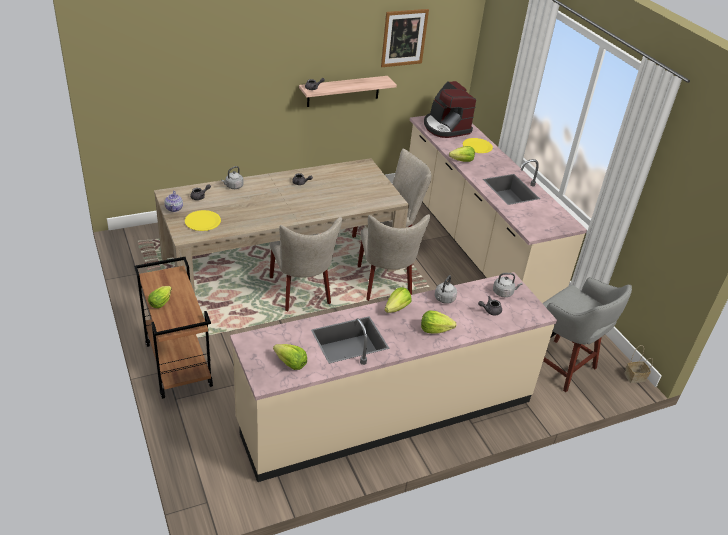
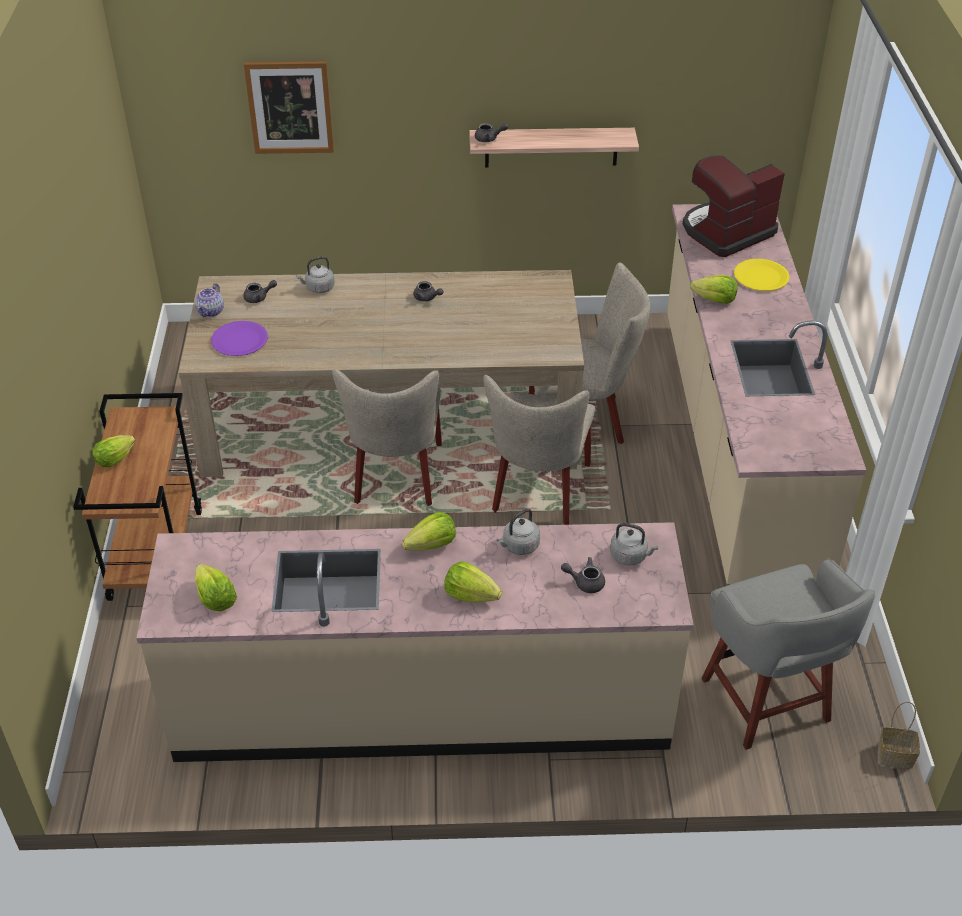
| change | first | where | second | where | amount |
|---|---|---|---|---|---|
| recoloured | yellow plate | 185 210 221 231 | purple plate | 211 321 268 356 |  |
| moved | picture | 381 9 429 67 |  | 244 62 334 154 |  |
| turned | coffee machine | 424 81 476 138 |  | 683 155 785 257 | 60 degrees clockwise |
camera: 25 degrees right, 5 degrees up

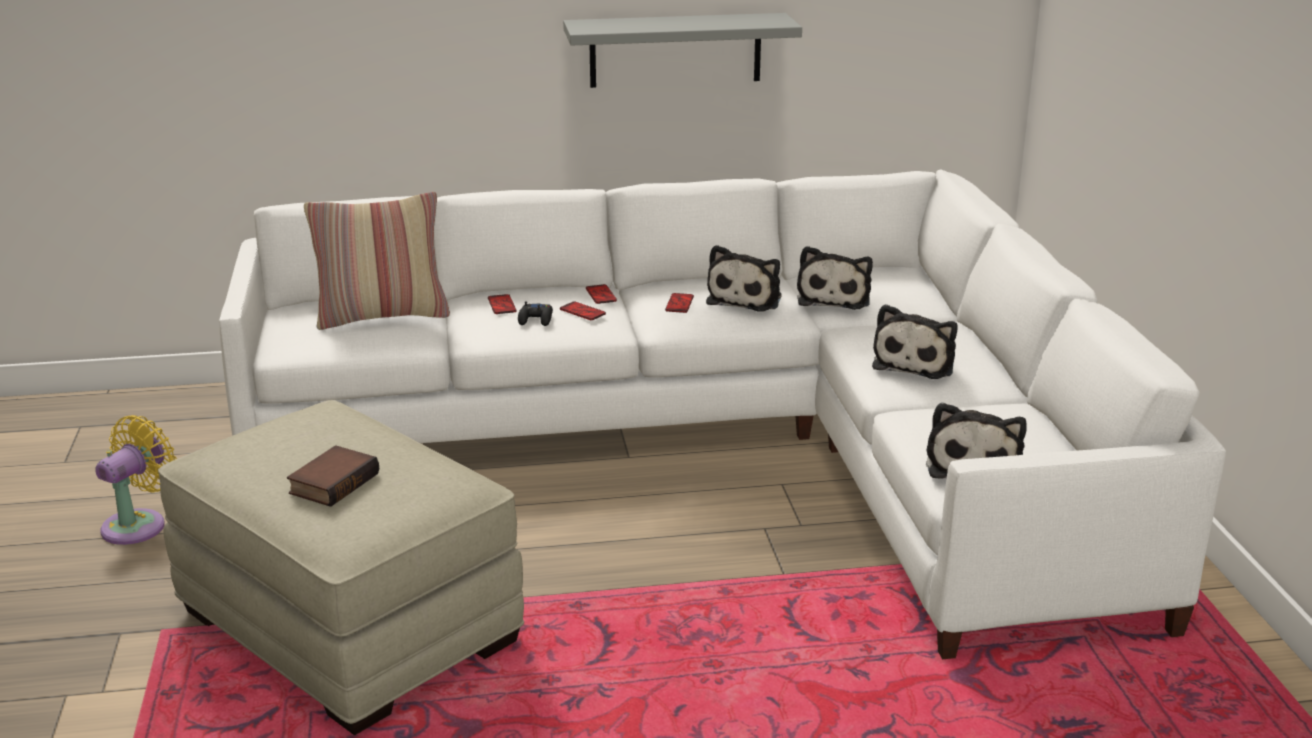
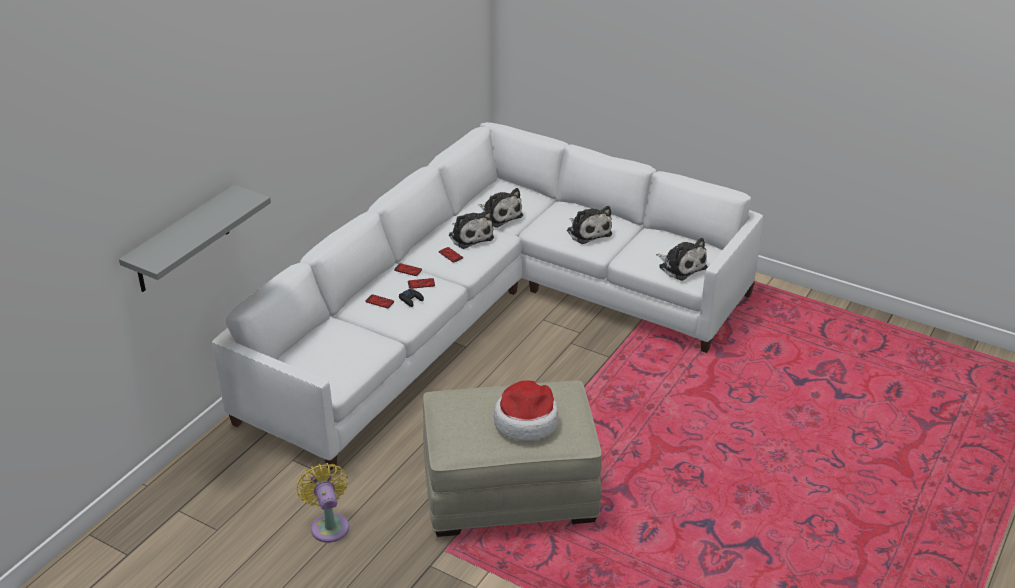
| change | first | where | second | where | amount |
|---|---|---|---|---|---|
| moved | grey shelf | 563 13 802 88 |  | 119 185 271 292 |  |
| replaced | book | 287 445 379 507 | hat | 494 381 558 441 |  |
| removed | pillow | 304 192 450 330 |  |  |  |
camera: 50 degrees left, 10 degrees up

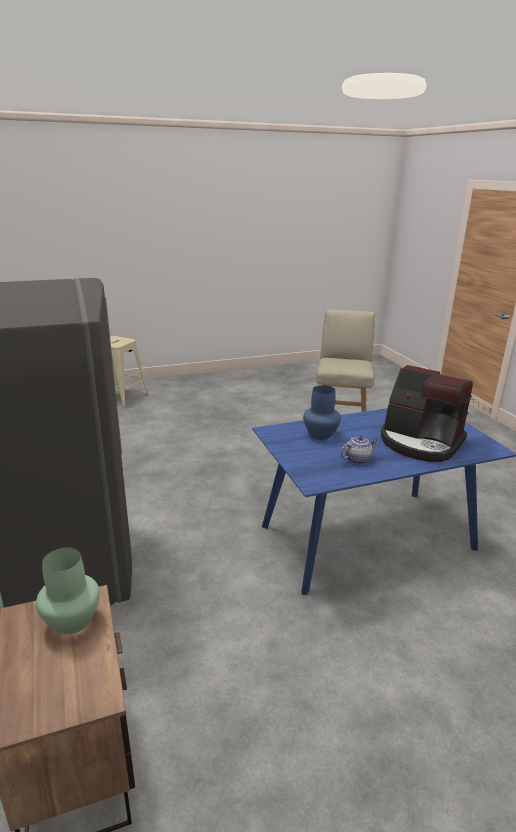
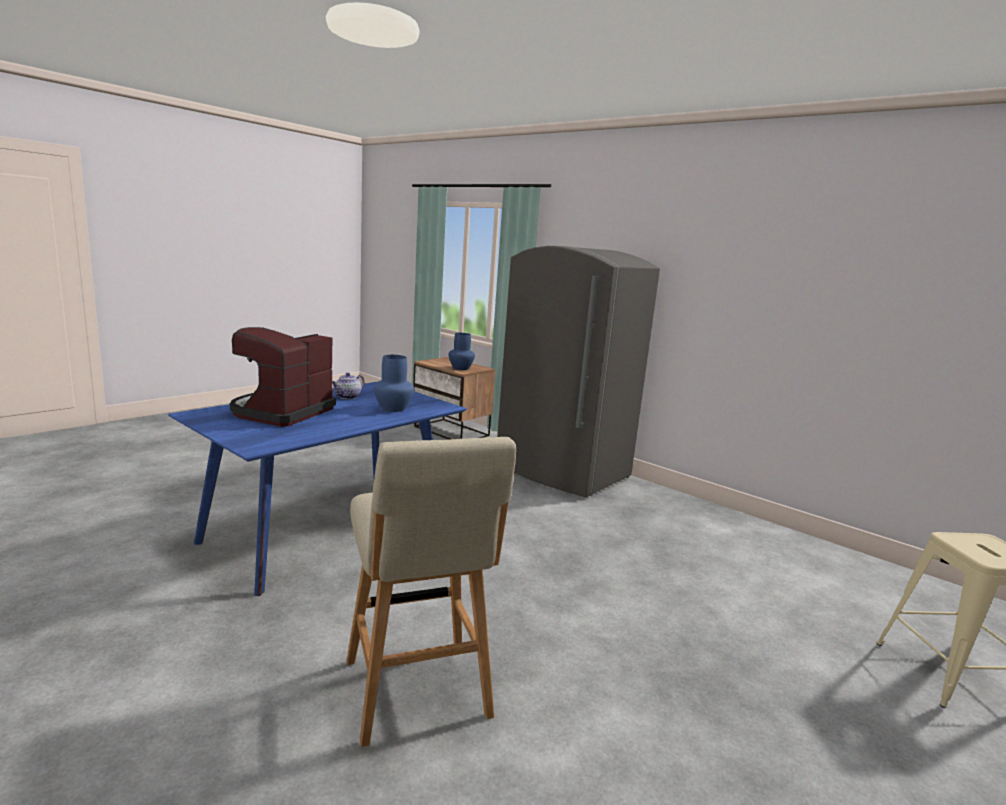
| change | first | where | second | where | amount |
|---|---|---|---|---|---|
| turned | coffee machine | 381 365 473 462 |  | 230 327 336 427 | 75 degrees counterclockwise |
| recoloured | green vase | 36 547 100 635 | blue vase | 448 333 475 370 |  |
camera: 150 degrees right, 10 degrees down

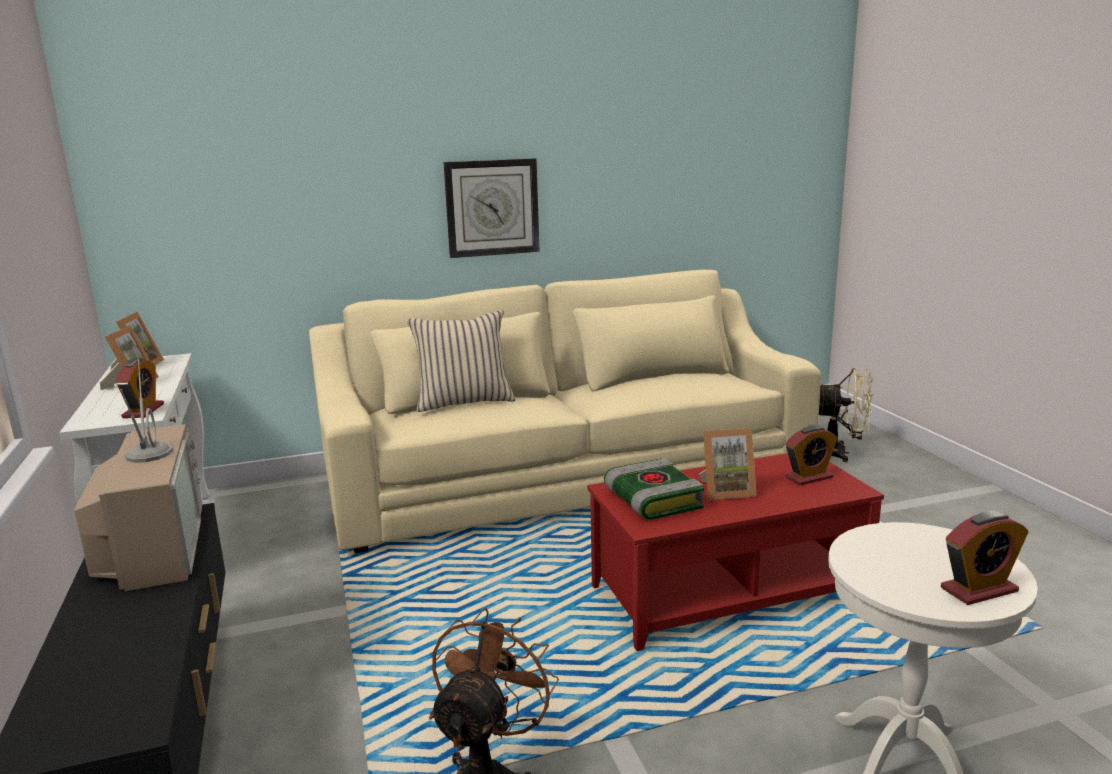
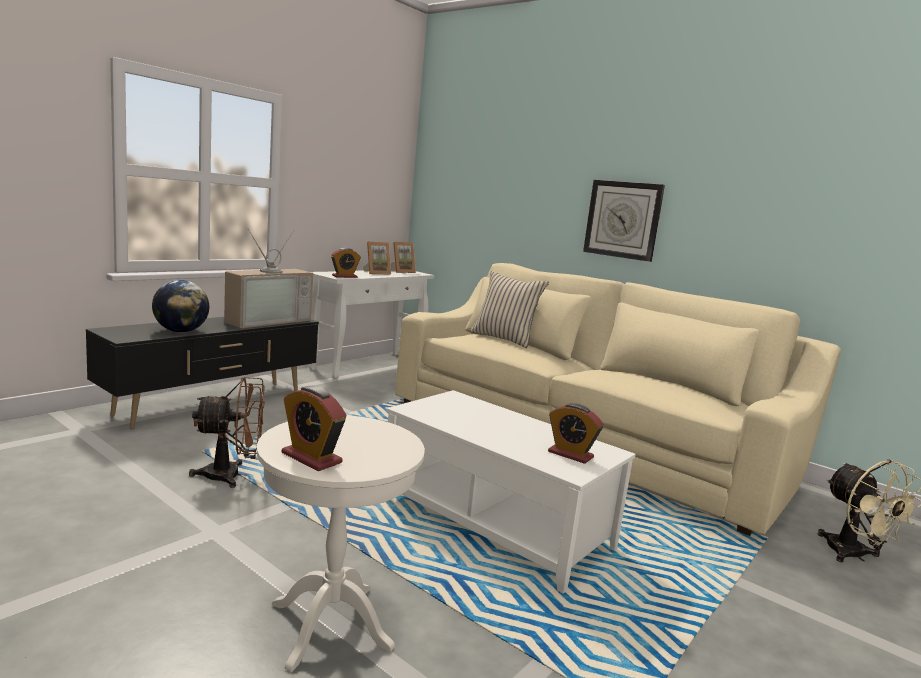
| change | first | where | second | where | amount |
|---|---|---|---|---|---|
| added |  |  | globe | 152 280 209 332 |  |
| recoloured | red coffee table | 587 453 884 651 | white coffee table | 387 390 636 594 |  |
| removed | book | 604 458 704 520 |  |  |  |
| removed | picture frame | 699 428 757 500 |  |  |  |
camera: 55 degrees right, 5 degrees down

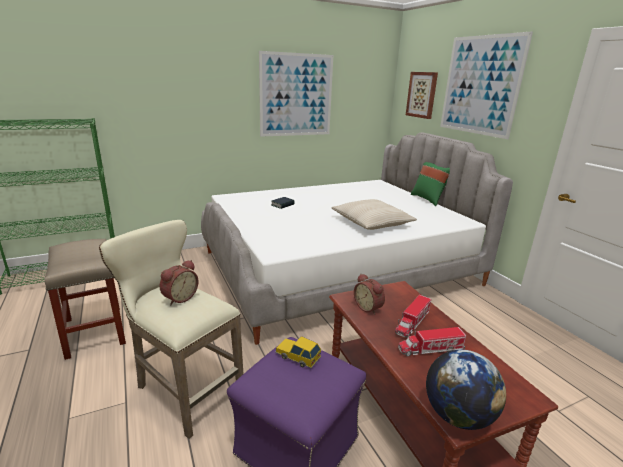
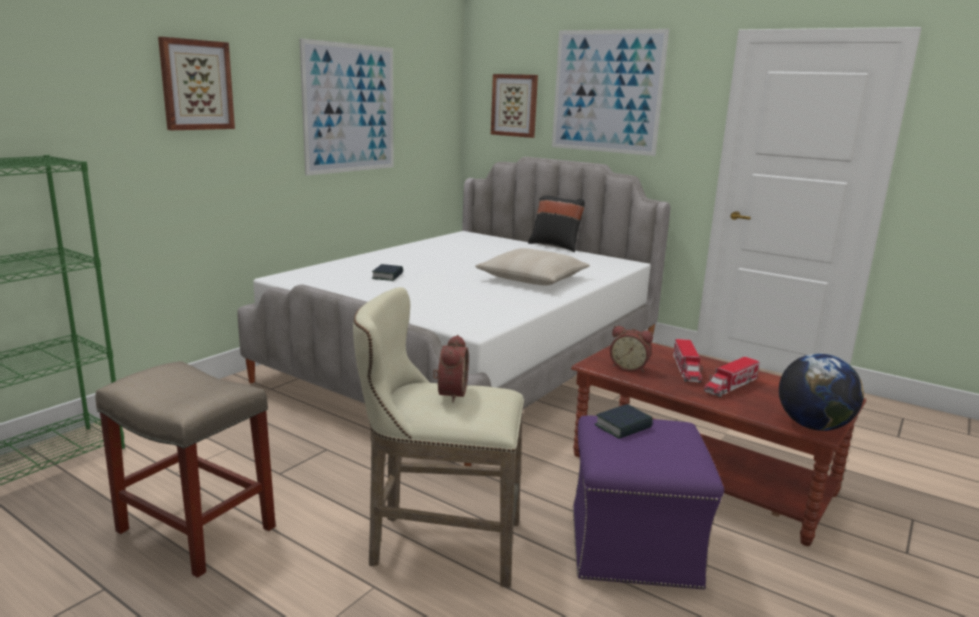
| change | first | where | second | where | amount |
|---|---|---|---|---|---|
| added |  |  | picture | 158 37 235 130 |  |
| recoloured | green pillow | 411 162 450 206 | black pillow | 528 196 585 252 |  |
| replaced | toy car | 275 336 321 368 | book | 594 404 653 439 |  |
camera: 30 degrees left, 5 degrees down

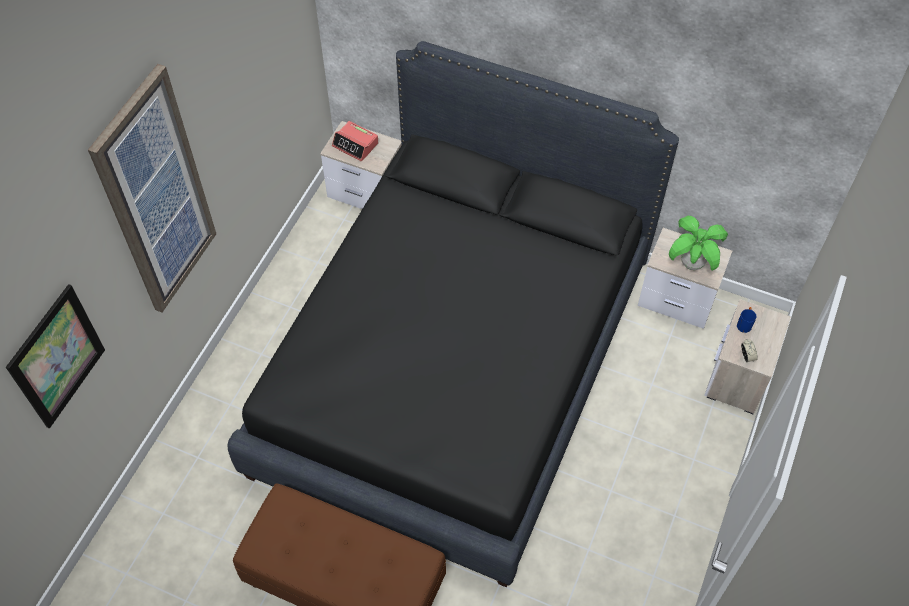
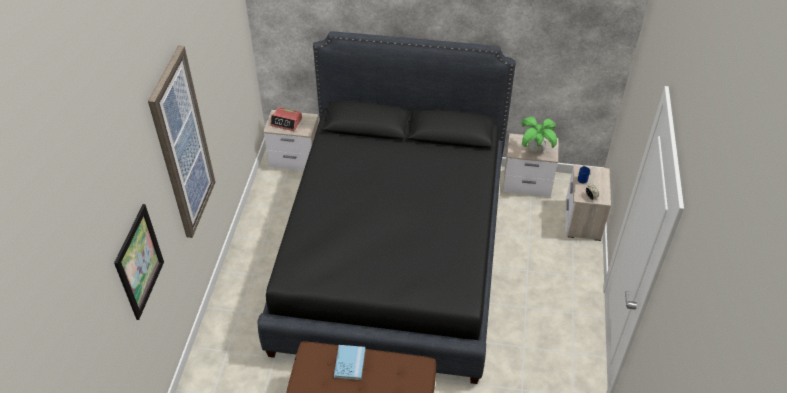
| change | first | where | second | where | amount |
|---|---|---|---|---|---|
| added |  |  | blue book | 334 345 365 380 |  |
camera: 15 degrees left, 10 degrees down

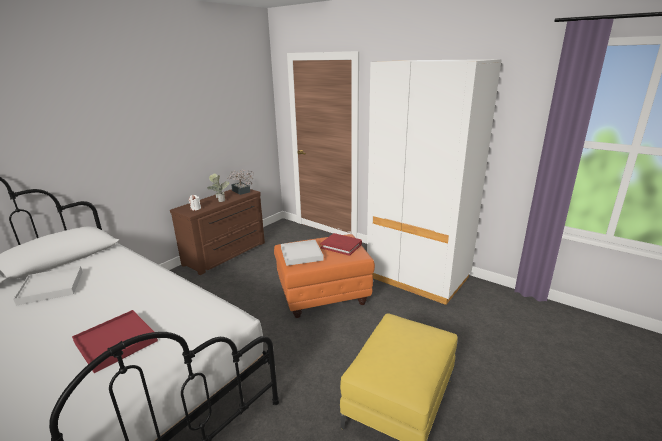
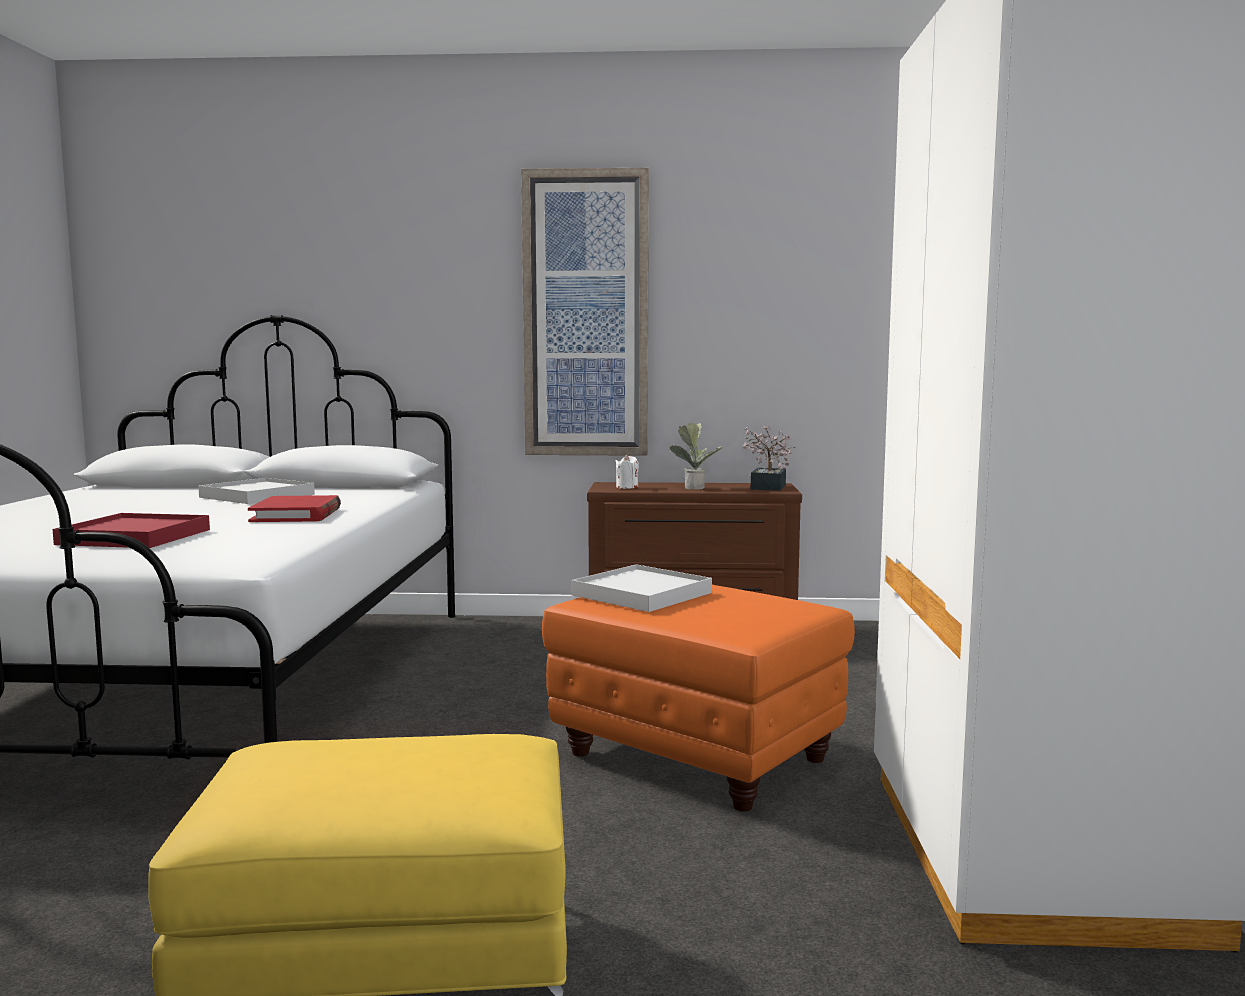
| change | first | where | second | where | amount |
|---|---|---|---|---|---|
| moved | red book | 320 233 362 256 |  | 248 495 341 522 |  |
| added |  |  | picture | 521 168 649 456 |  |
camera: 55 degrees right, 15 degrees down

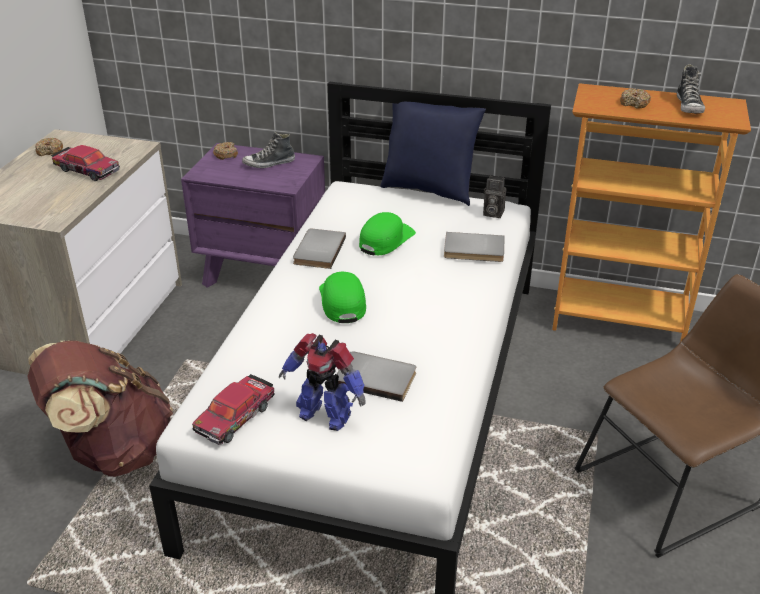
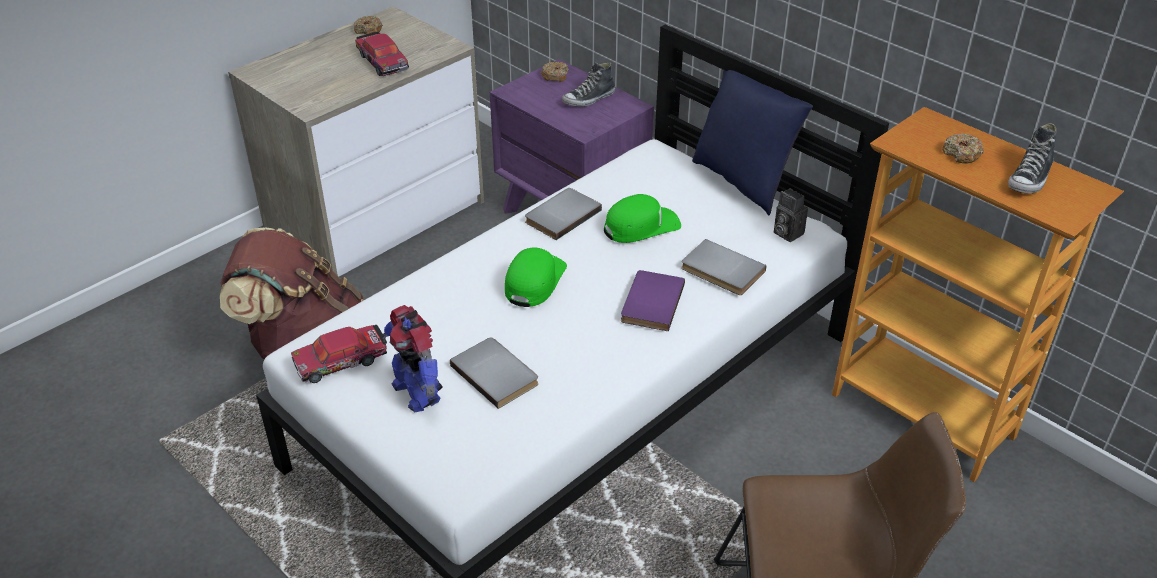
| change | first | where | second | where | amount |
|---|---|---|---|---|---|
| turned | shoe | 242 131 295 168 |  | 562 62 615 107 | 45 degrees counterclockwise |
| added |  |  | purple book | 621 270 685 331 |  |
camera: 30 degrees right, 5 degrees up

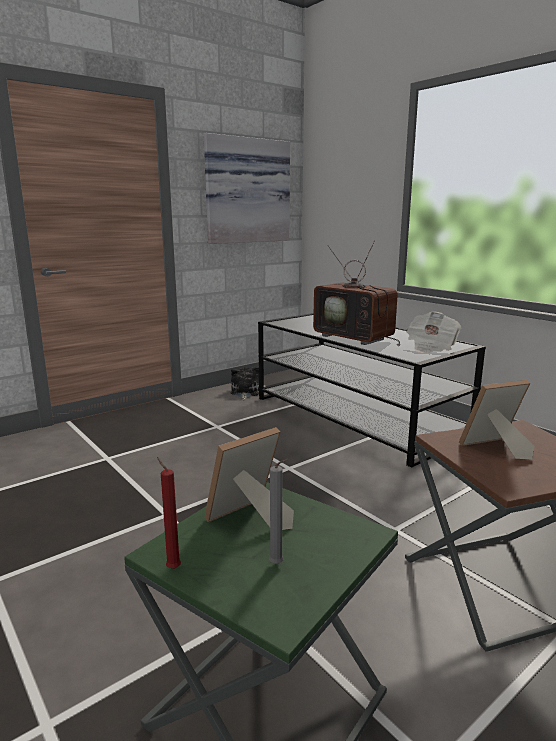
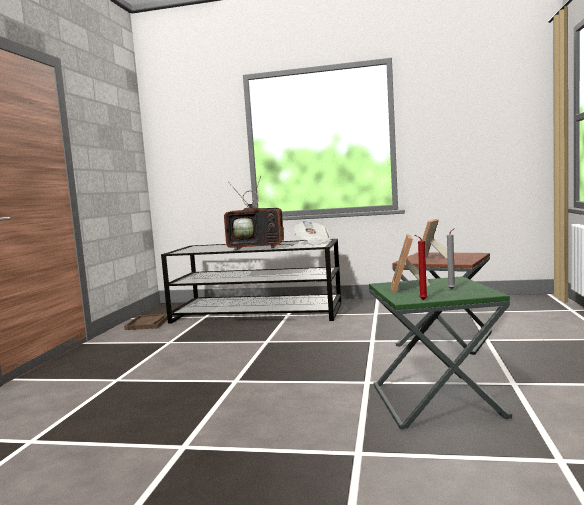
| change | first | where | second | where | amount |
|---|---|---|---|---|---|
| replaced | plush toy | 231 367 259 400 | brown tray | 124 314 168 330 |  |
| removed | picture | 204 133 290 244 |  |  |  |
camera: 40 degrees left, 10 degrees down

